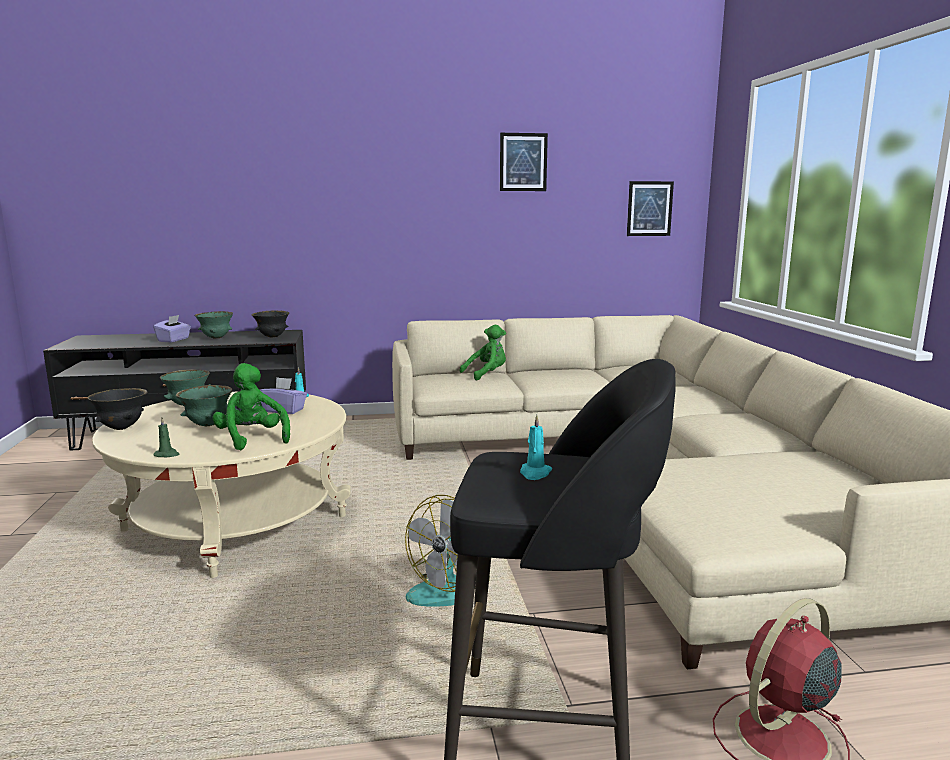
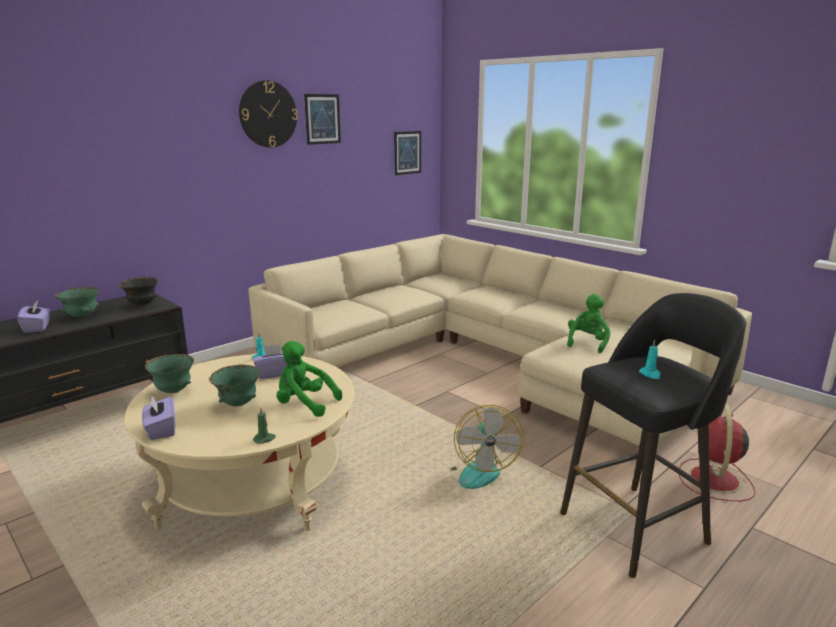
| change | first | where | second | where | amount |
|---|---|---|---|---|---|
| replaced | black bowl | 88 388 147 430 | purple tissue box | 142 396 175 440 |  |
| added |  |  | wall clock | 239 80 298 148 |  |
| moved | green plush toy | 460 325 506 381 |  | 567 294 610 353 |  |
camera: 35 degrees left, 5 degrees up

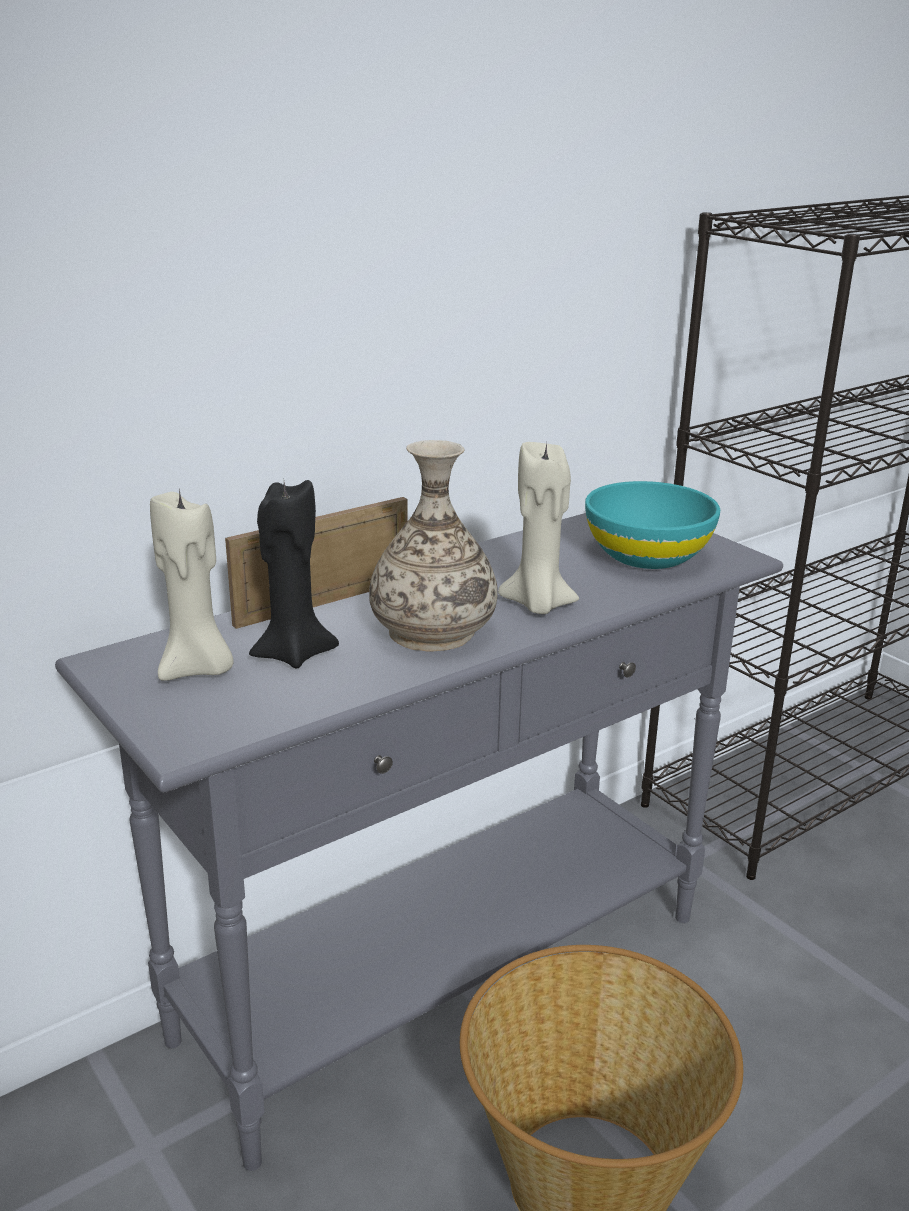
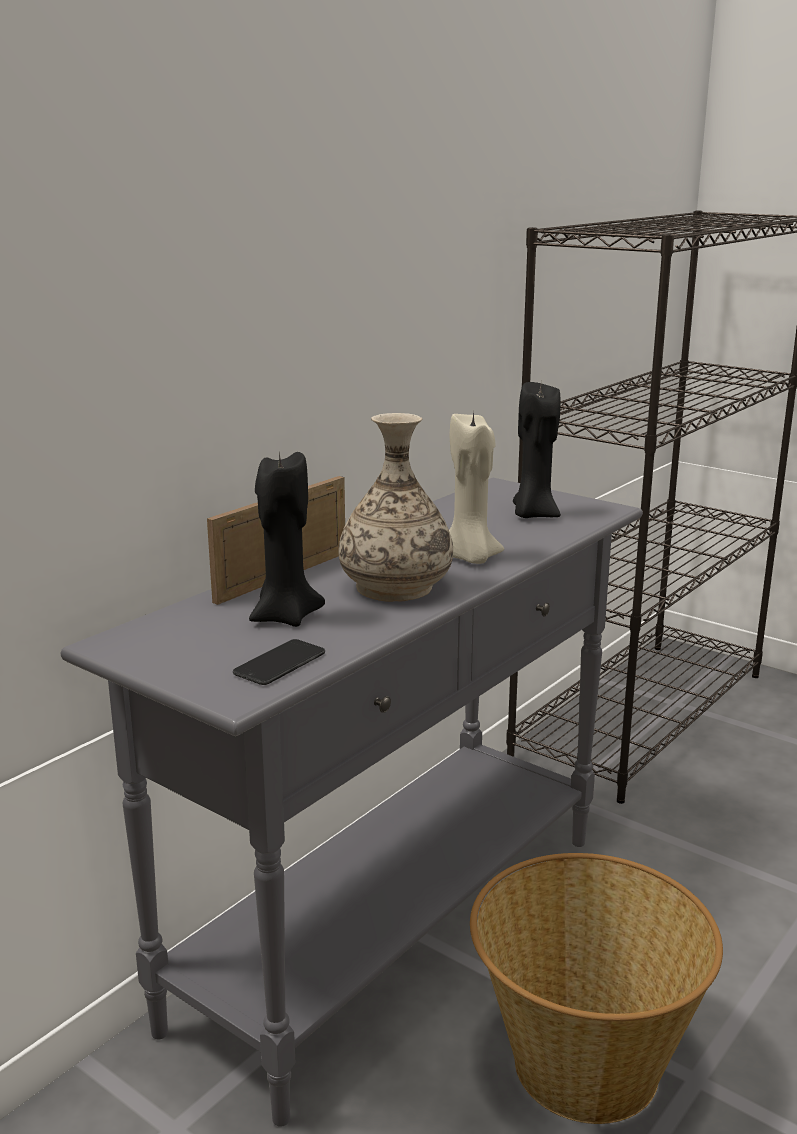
| change | first | where | second | where | amount |
|---|---|---|---|---|---|
| added |  |  | phone | 233 639 325 685 |  |
| replaced | turquoise bowl | 585 481 720 569 | black candle | 513 382 561 518 |  |
| removed | beige candle | 150 489 234 680 |  |  |  |
camera: 15 degrees left, 5 degrees down

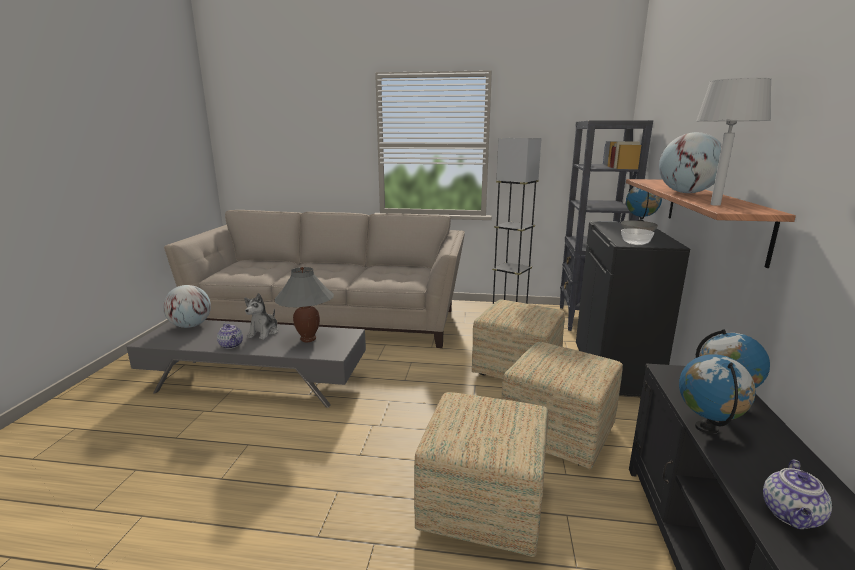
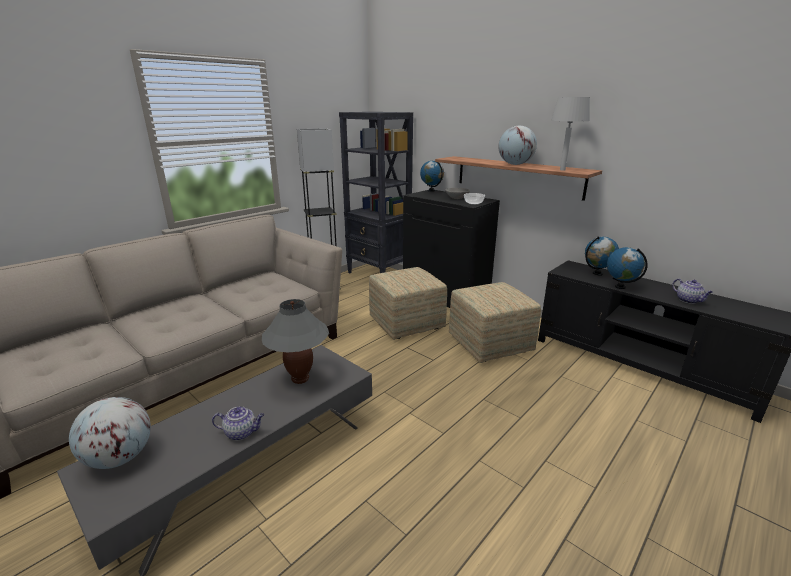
| change | first | where | second | where | amount |
|---|---|---|---|---|---|
| removed | plush toy | 244 293 279 340 |  |  |  |
| removed | ottoman | 414 392 549 557 |  |  |  |
camera: 55 degrees left, 5 degrees up

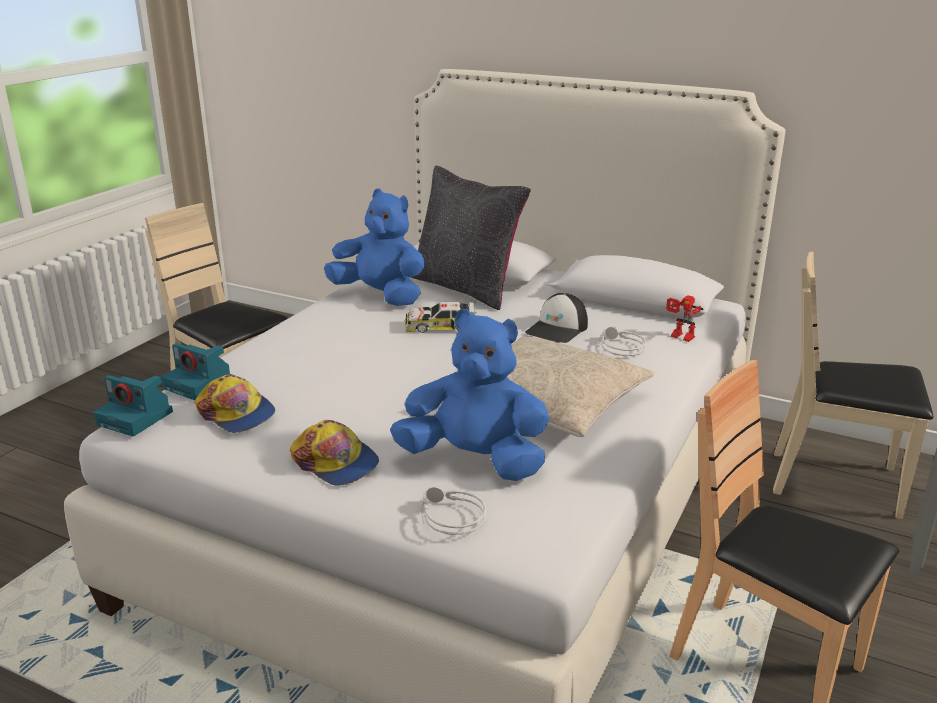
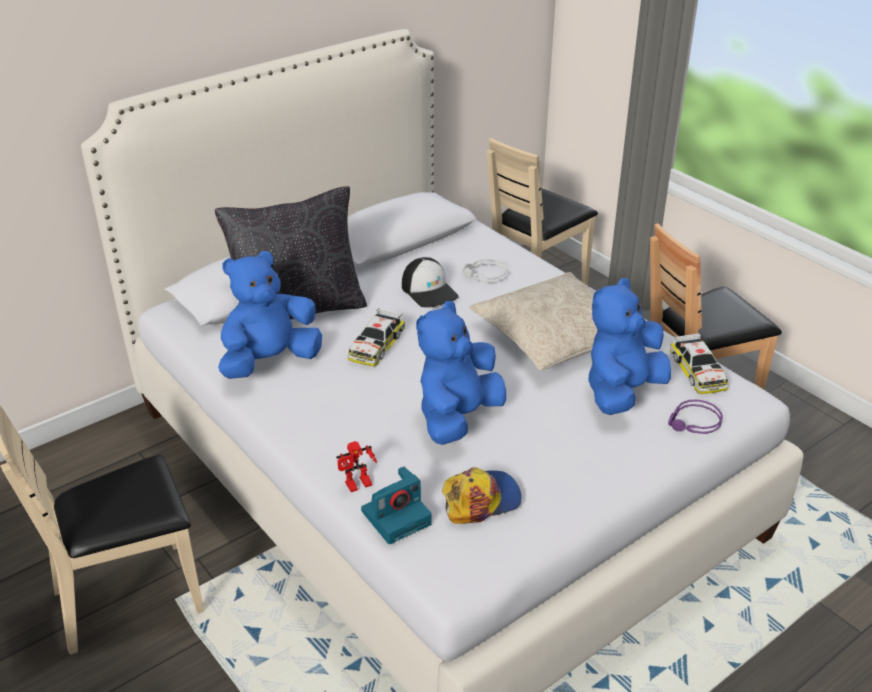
| change | first | where | second | where | amount |
|---|---|---|---|---|---|
| moved | toy robot | 666 295 704 342 |  | 336 441 377 492 |  |
| added |  |  | blue plush toy | 416 301 506 445 |  |
| recoloured | grey headphones | 421 486 486 535 | purple headphones | 668 400 723 434 |  |
| added |  |  | toy car | 670 332 728 394 |  |
| removed | photo camera | 93 375 173 436 |  |  |  |
| removed | cap | 290 420 379 486 |  |  |  |
camera: 65 degrees left, 10 degrees up

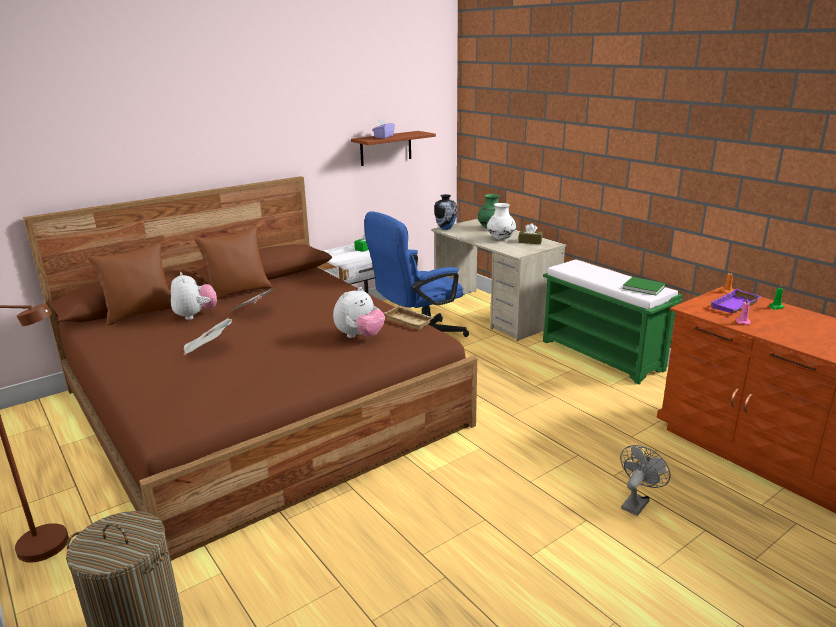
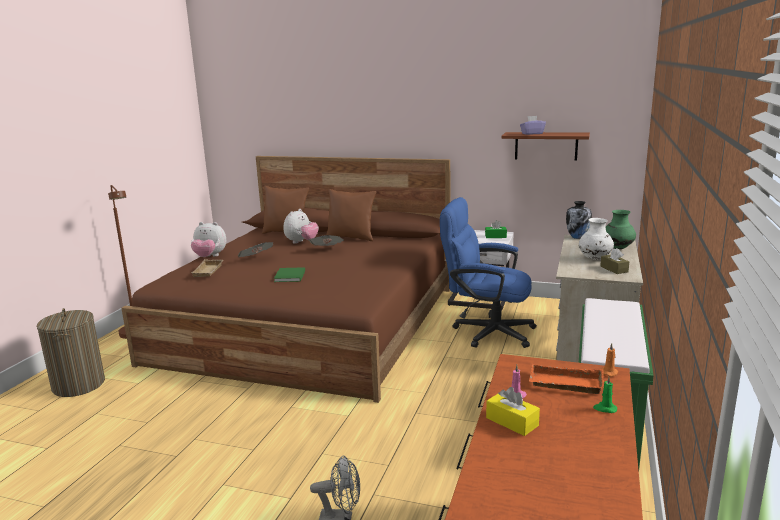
| change | first | where | second | where | amount |
|---|---|---|---|---|---|
| moved | plush toy | 333 287 385 338 |  | 191 222 226 257 |  |
| moved | beige tray | 384 306 434 330 |  | 191 259 223 277 |  |
| moved | green book | 622 277 666 296 |  | 274 267 305 282 |  |
| added |  |  | yellow tissue box | 486 387 540 436 |  |
| recoloured | purple tray | 711 289 762 313 | orange tray | 529 364 604 394 |  |
camera: 55 degrees right, 5 degrees down

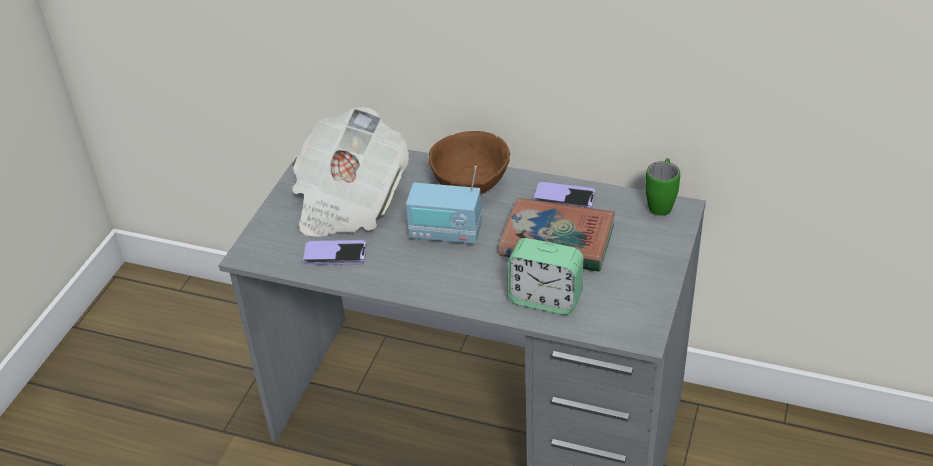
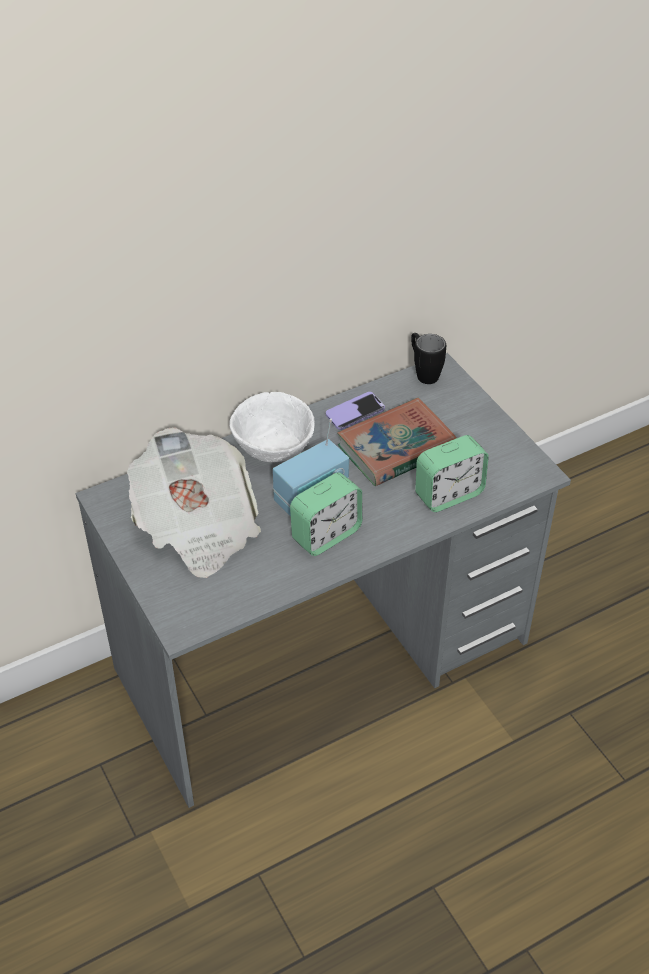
| change | first | where | second | where | amount |
|---|---|---|---|---|---|
| recoloured | brown bowl | 429 131 510 194 | white bowl | 229 392 315 463 |  |
| added |  |  | alarm clock | 290 472 362 556 |  |
| recoloured | green mug | 645 158 680 216 | black mug | 411 333 446 384 |  |
| removed | phone | 303 240 366 265 |  |  |  |
camera: 50 degrees left, 5 degrees up

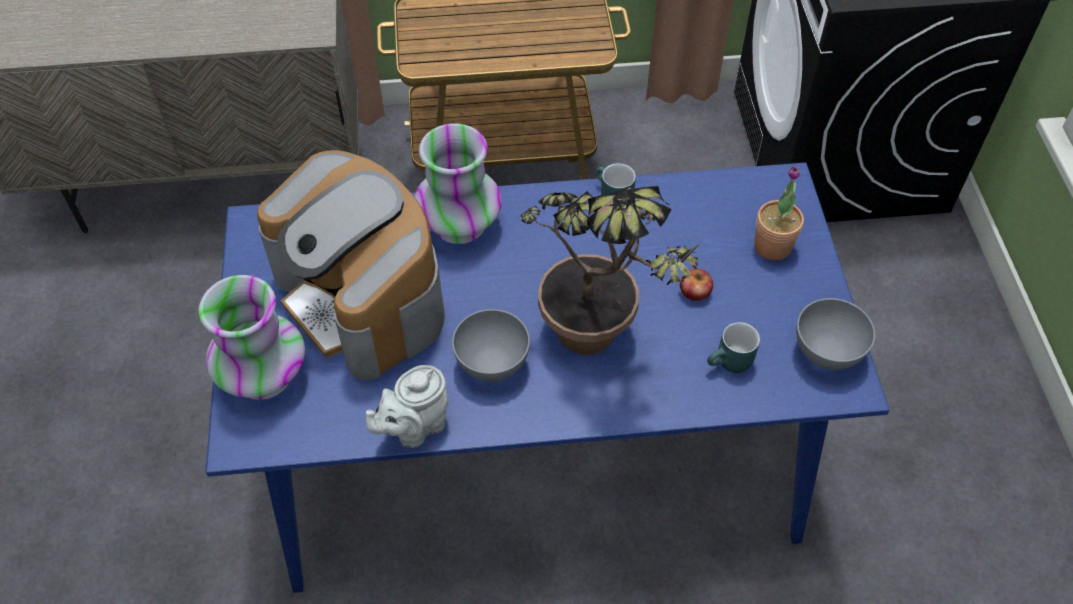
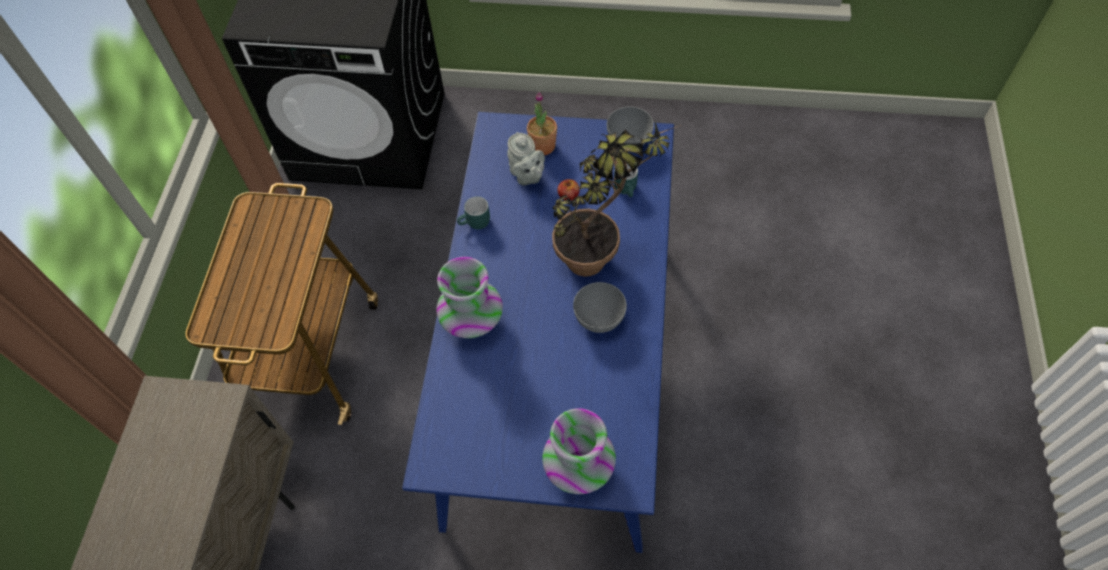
| change | first | where | second | where | amount |
|---|---|---|---|---|---|
| moved | grey teapot | 366 365 448 448 |  | 507 132 545 186 |  |
| removed | coffee machine | 257 150 445 381 |  |  |  |
camera: 75 degrees left, 5 degrees up

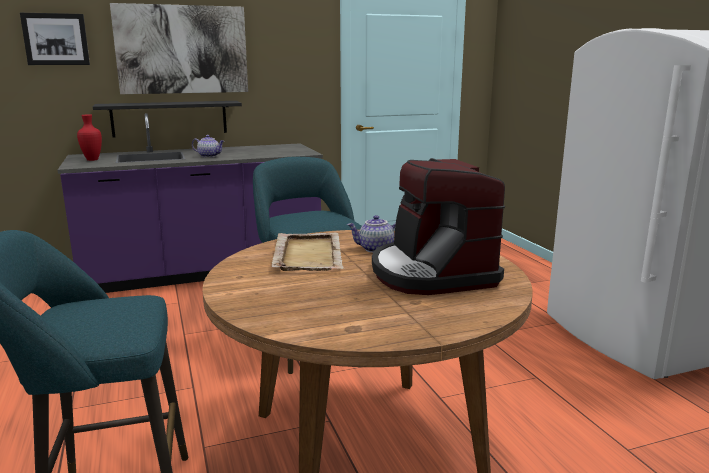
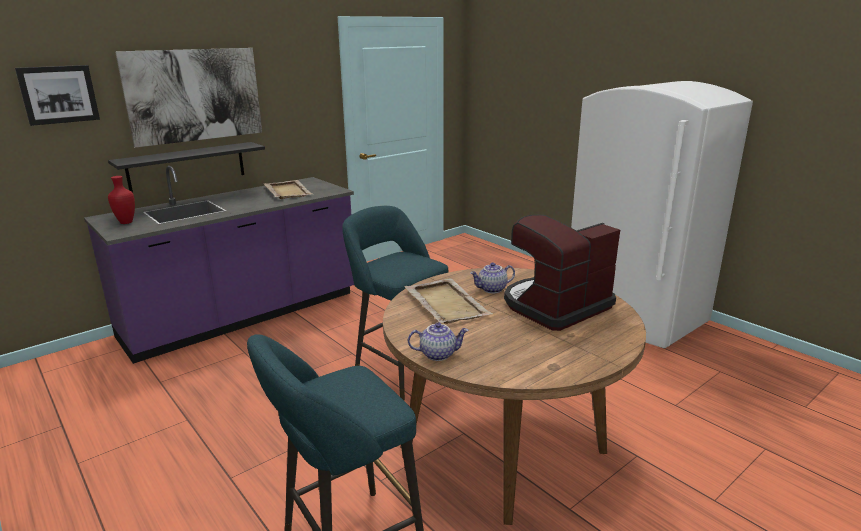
| change | first | where | second | where | amount |
|---|---|---|---|---|---|
| added |  |  | beige tray | 264 180 312 199 |  |
| moved | teapot | 192 135 224 157 |  | 408 322 469 361 |  |
| turned | coffee machine | 372 158 505 295 |  | 504 215 620 331 | 90 degrees clockwise |
camera: 20 degrees left, 5 degrees up

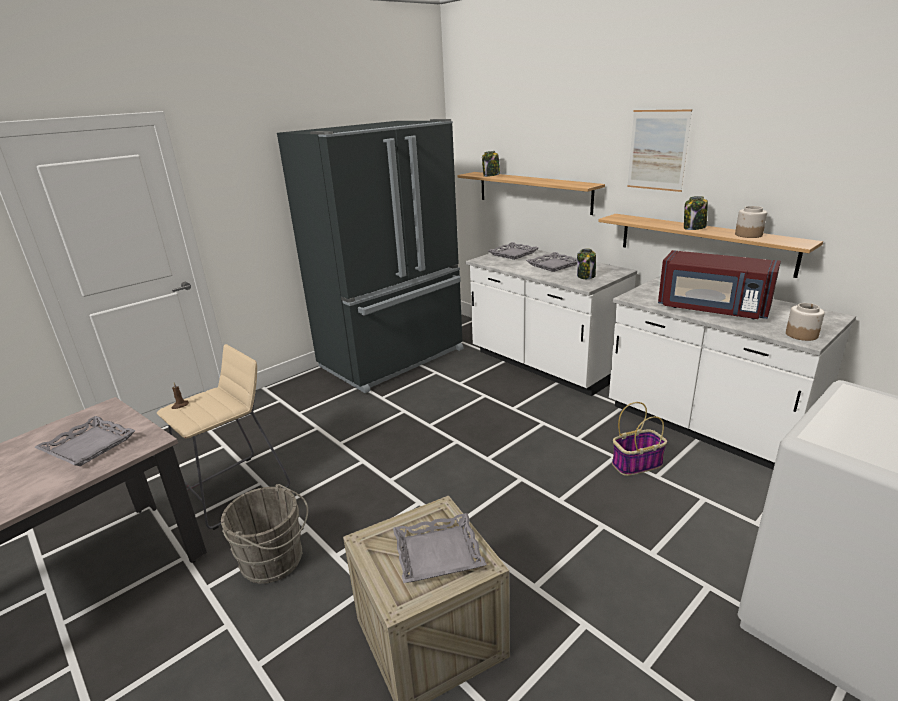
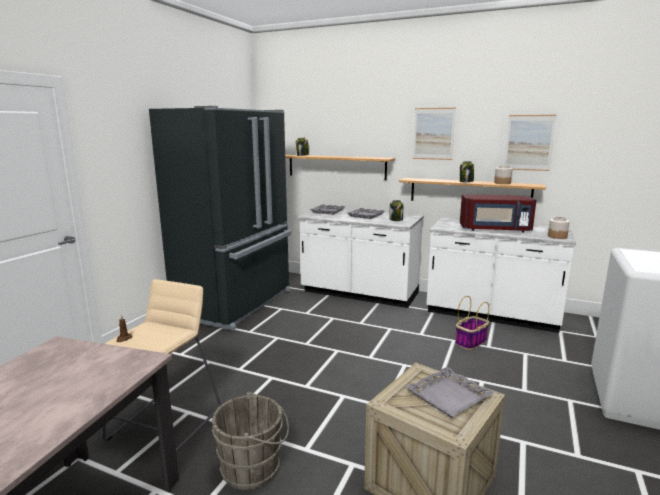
| change | first | where | second | where | amount |
|---|---|---|---|---|---|
| added |  |  | picture | 504 115 557 171 |  |
| removed | grey tray | 34 416 136 466 |  |  |  |
camera: 25 degrees left, 10 degrees down

